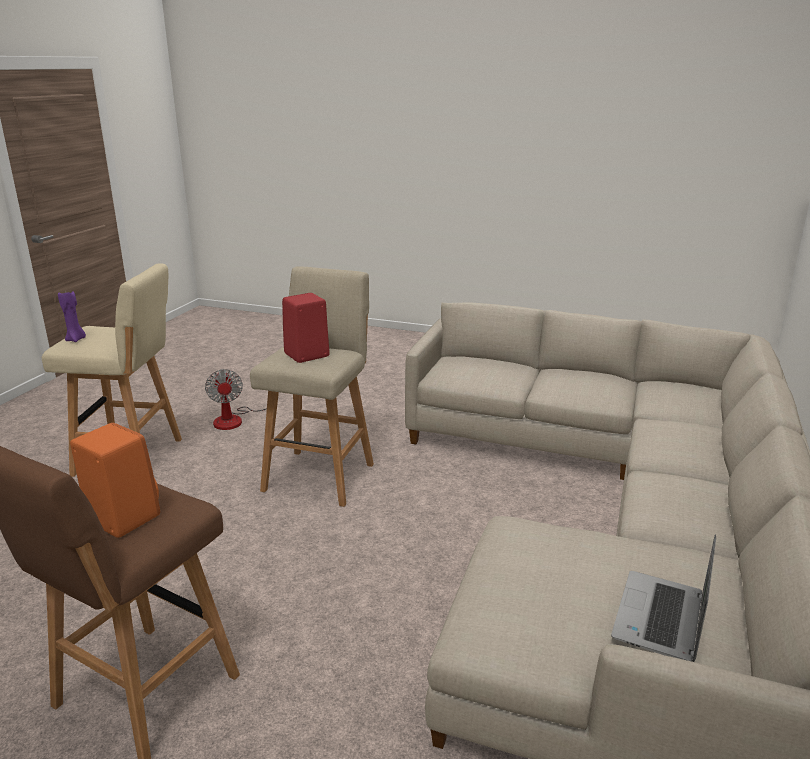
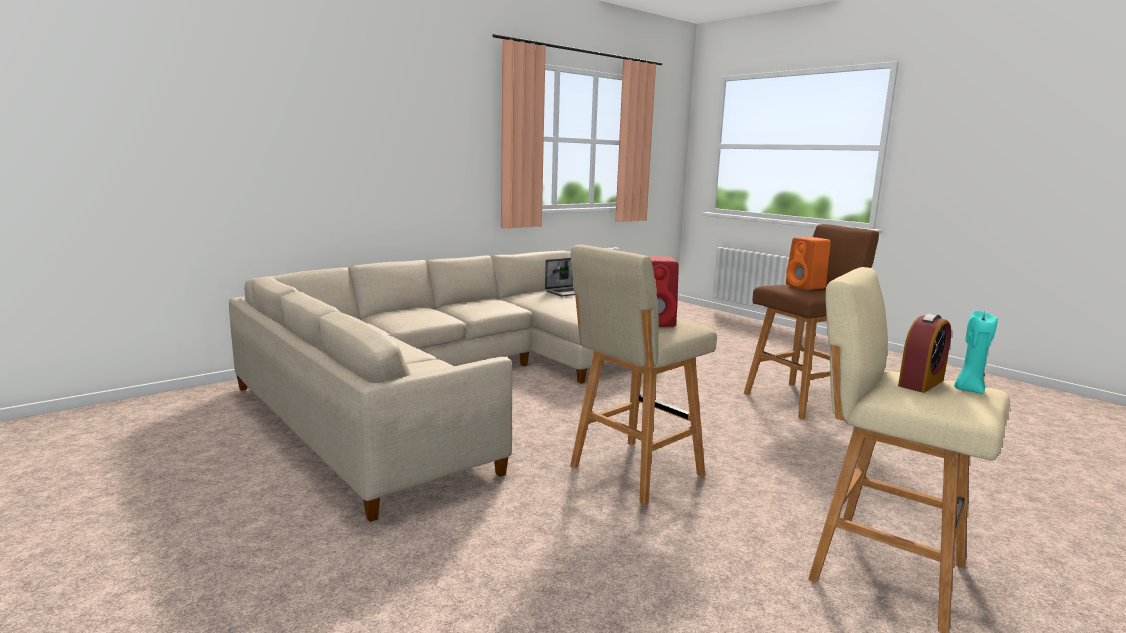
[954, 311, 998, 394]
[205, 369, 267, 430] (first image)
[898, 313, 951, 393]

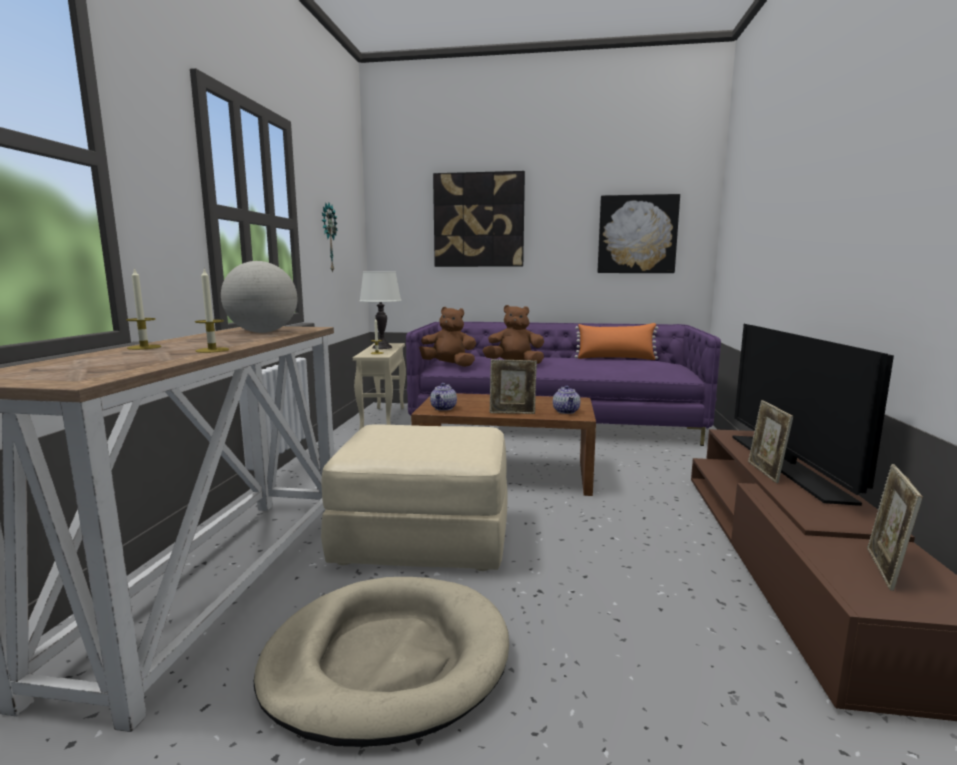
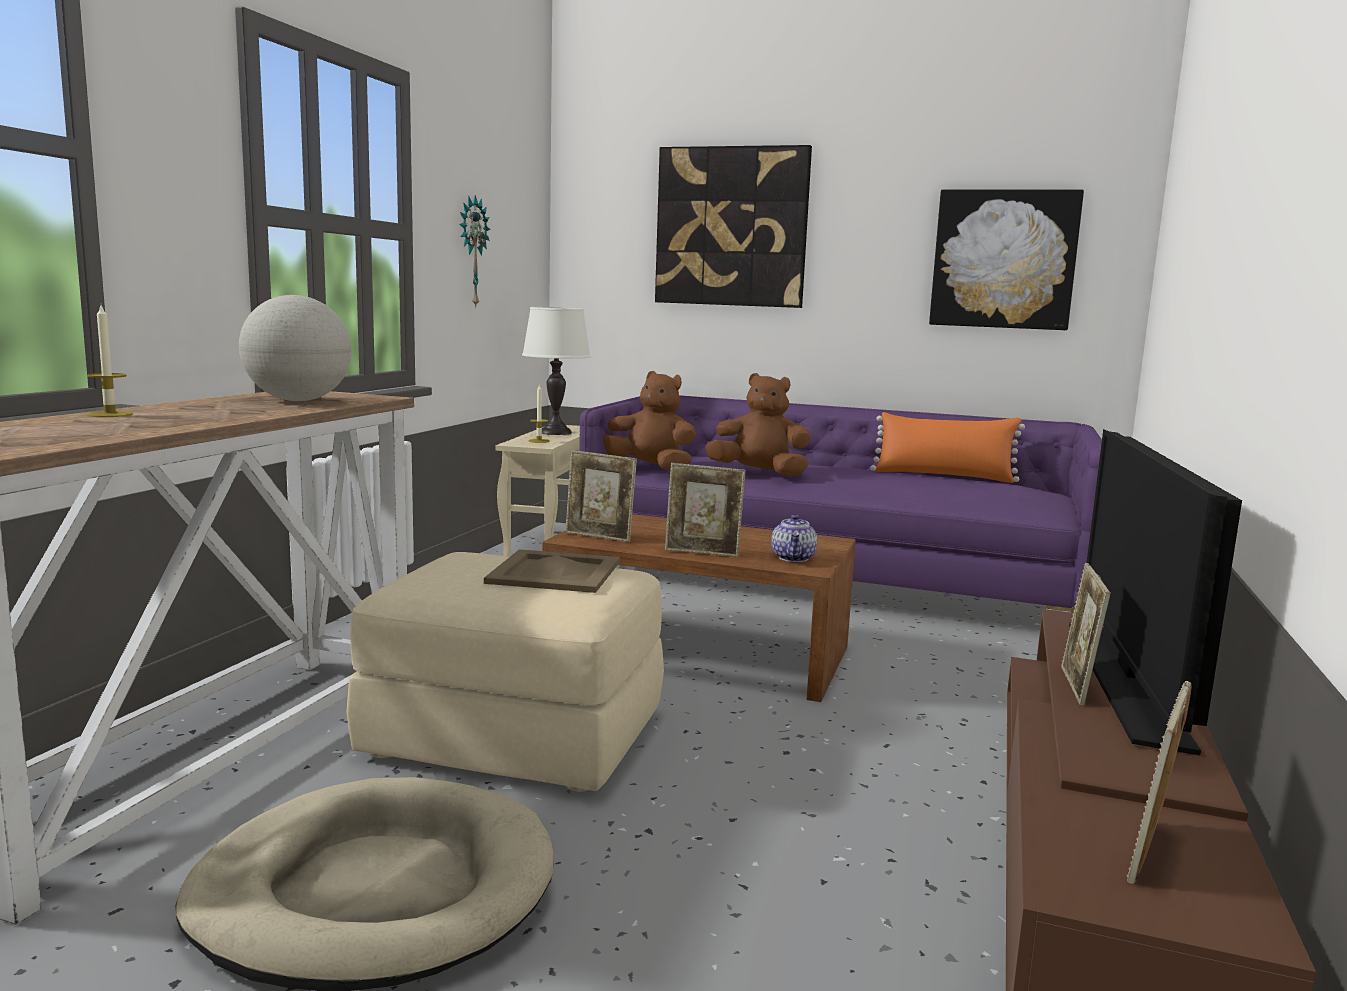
[195, 269, 229, 353] (first image)
[565, 450, 637, 542]
[484, 549, 620, 593]

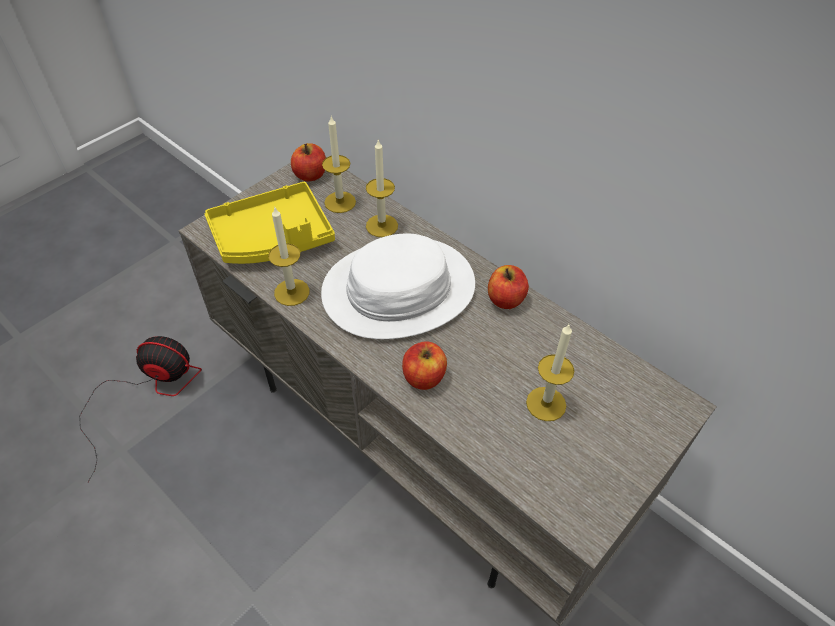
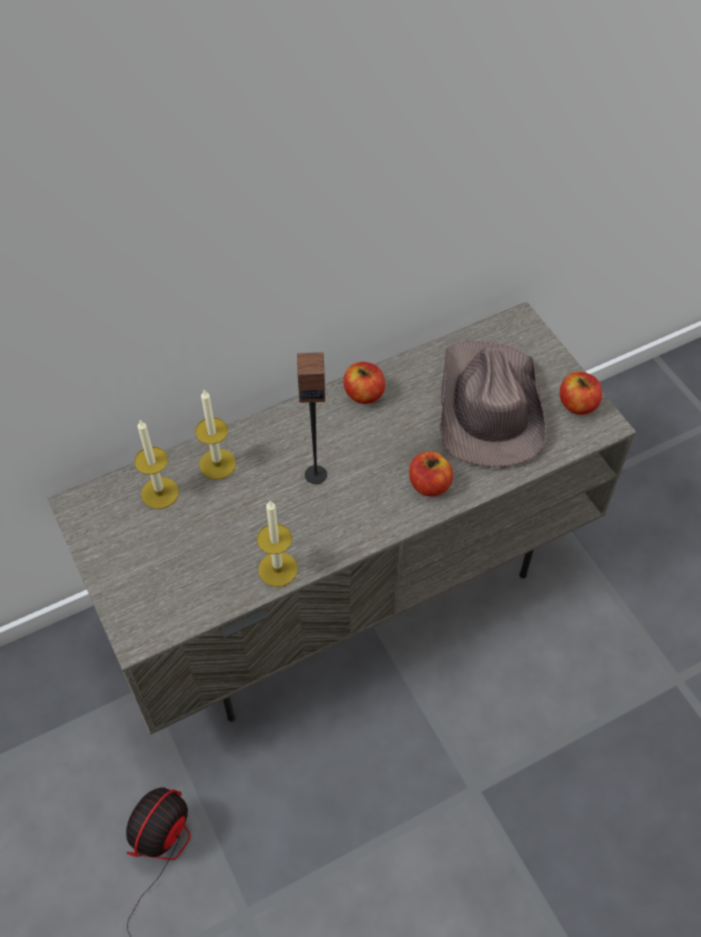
[205, 182, 335, 264] (first image)
[560, 371, 602, 415]
[297, 352, 327, 484]
[440, 341, 546, 468]

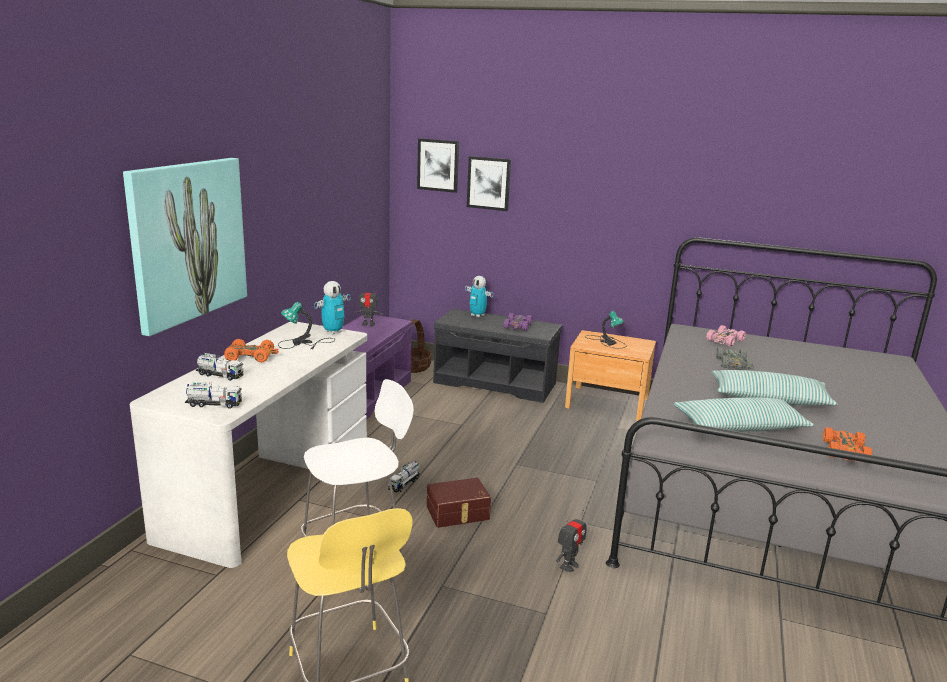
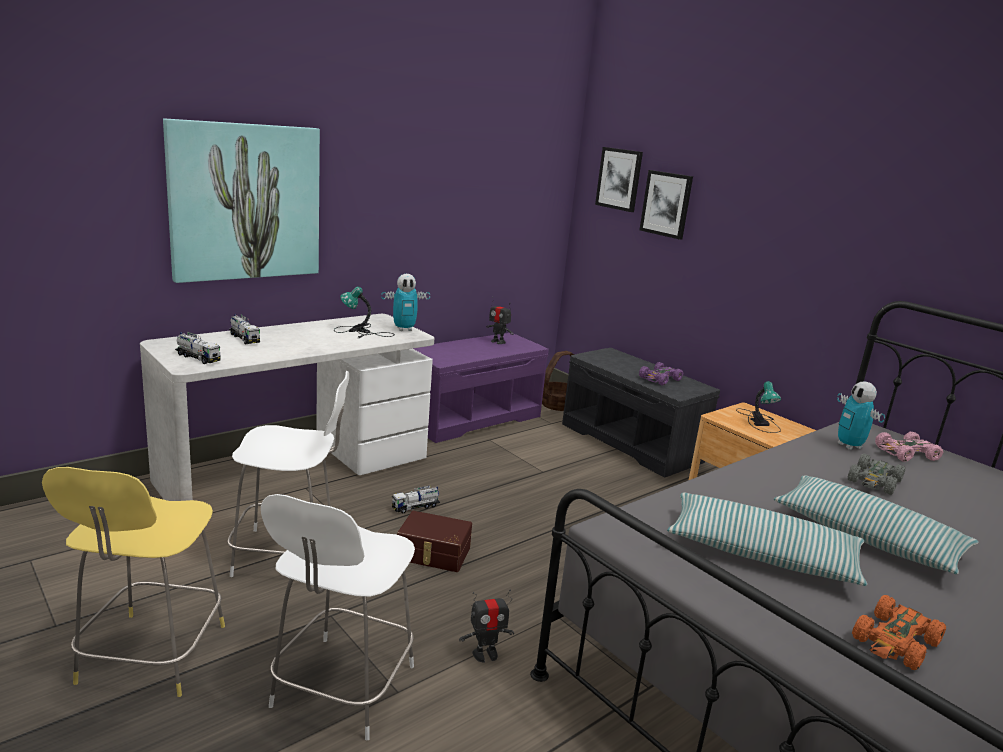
[224, 339, 279, 363] (first image)
[837, 381, 885, 450]
[261, 494, 415, 740]

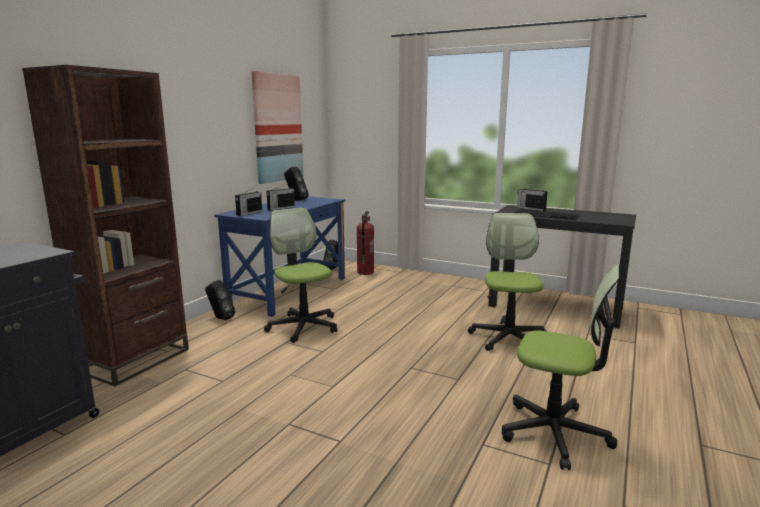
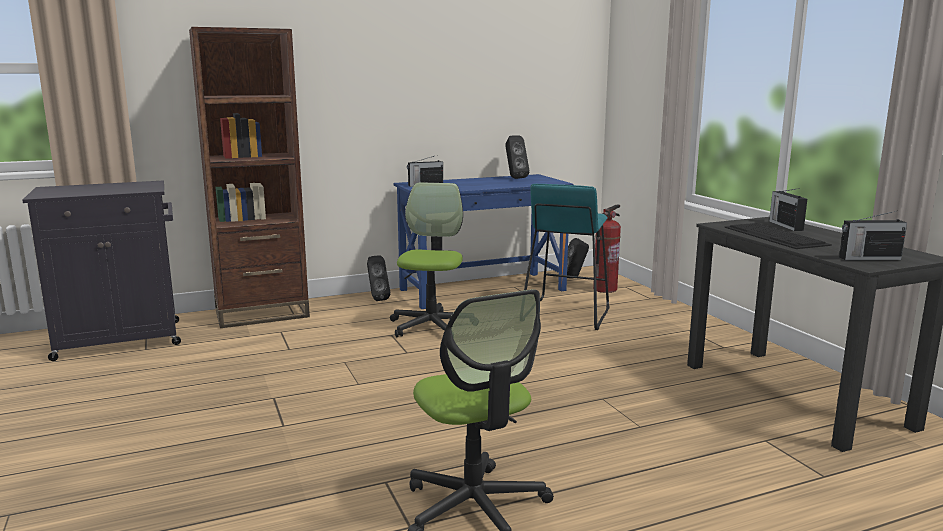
[251, 71, 303, 184] (first image)
[839, 211, 907, 260]
[468, 213, 546, 351] (first image)
[524, 184, 609, 330]

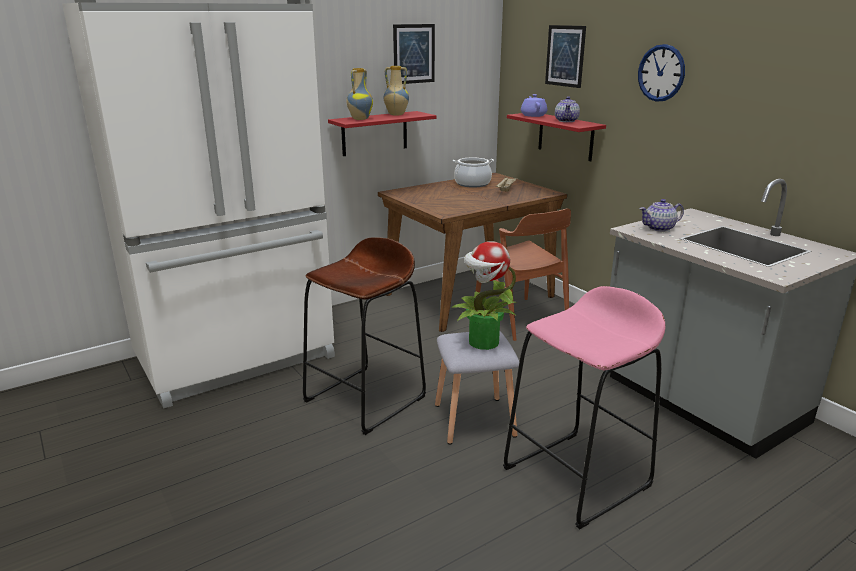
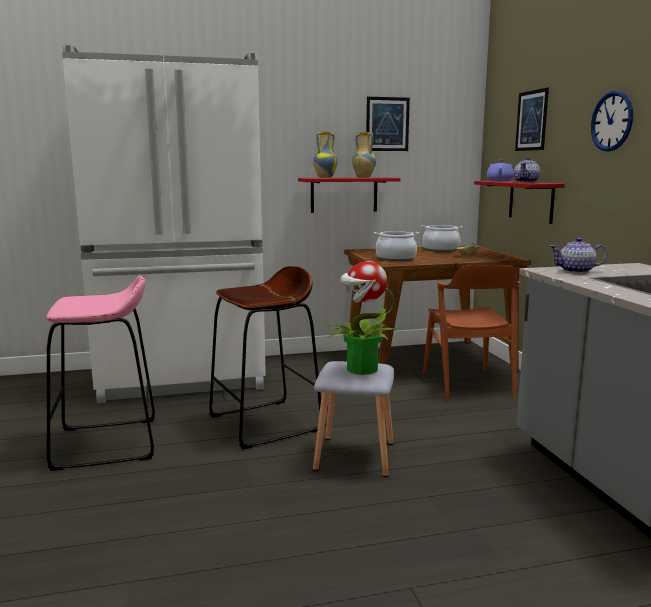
[46, 276, 155, 471]
[374, 231, 419, 261]

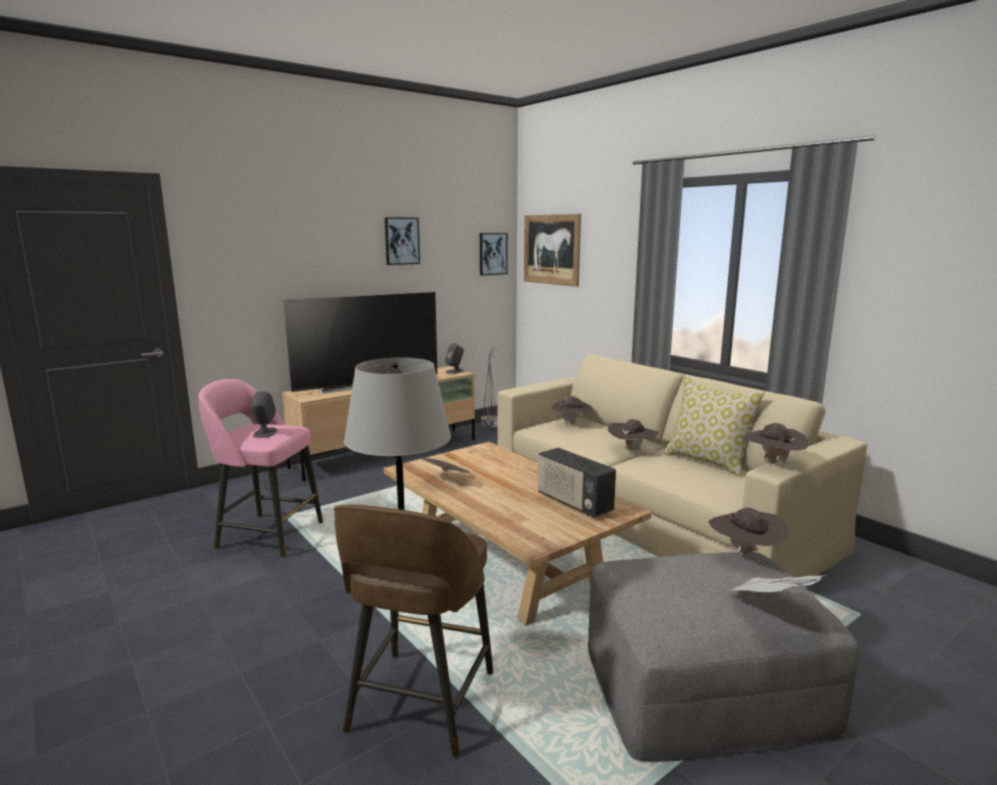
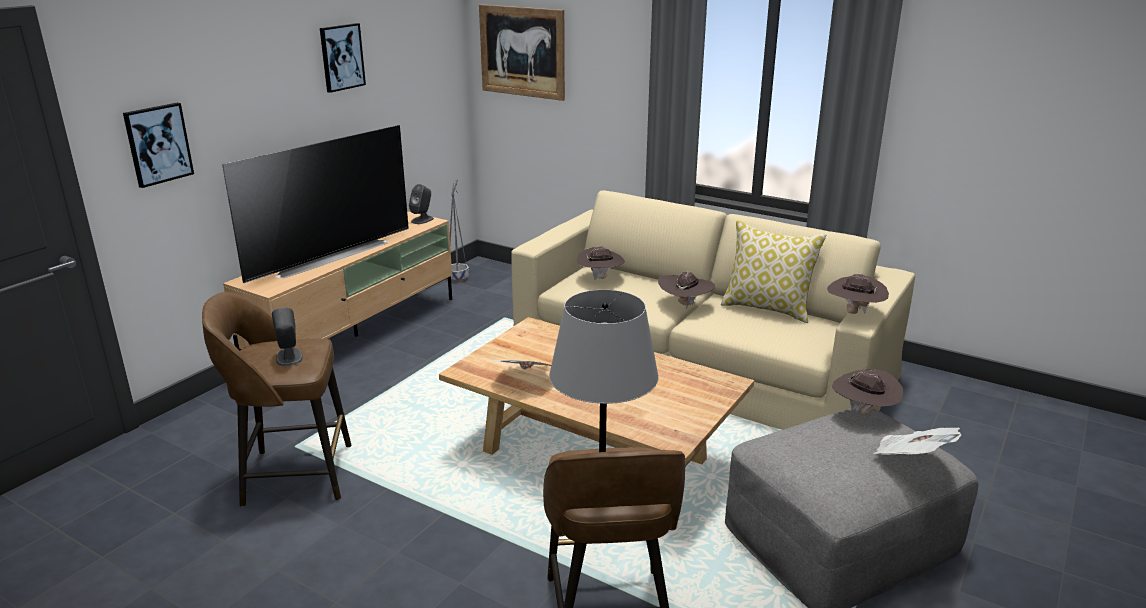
[202, 292, 352, 507]
[123, 103, 194, 188]
[537, 447, 616, 518] (first image)

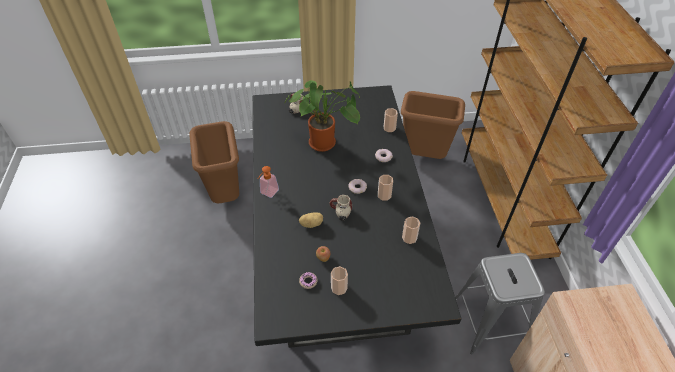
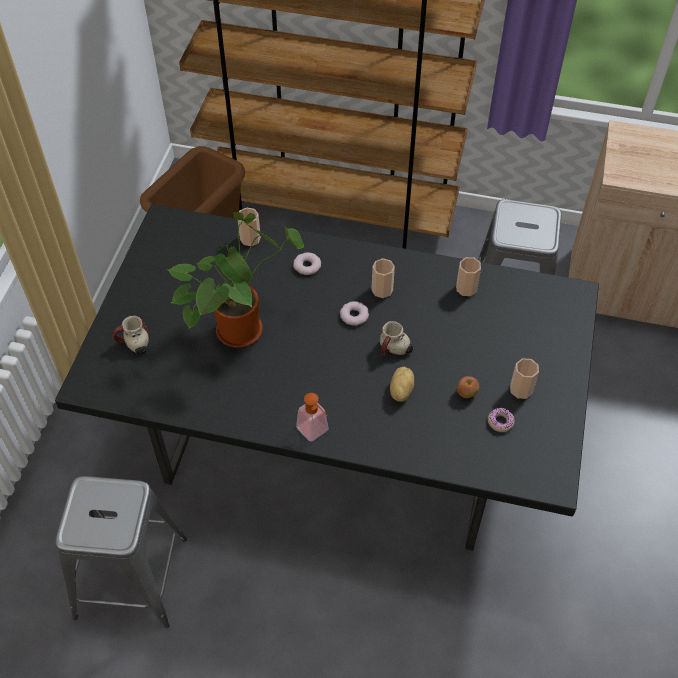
[55, 476, 187, 628]

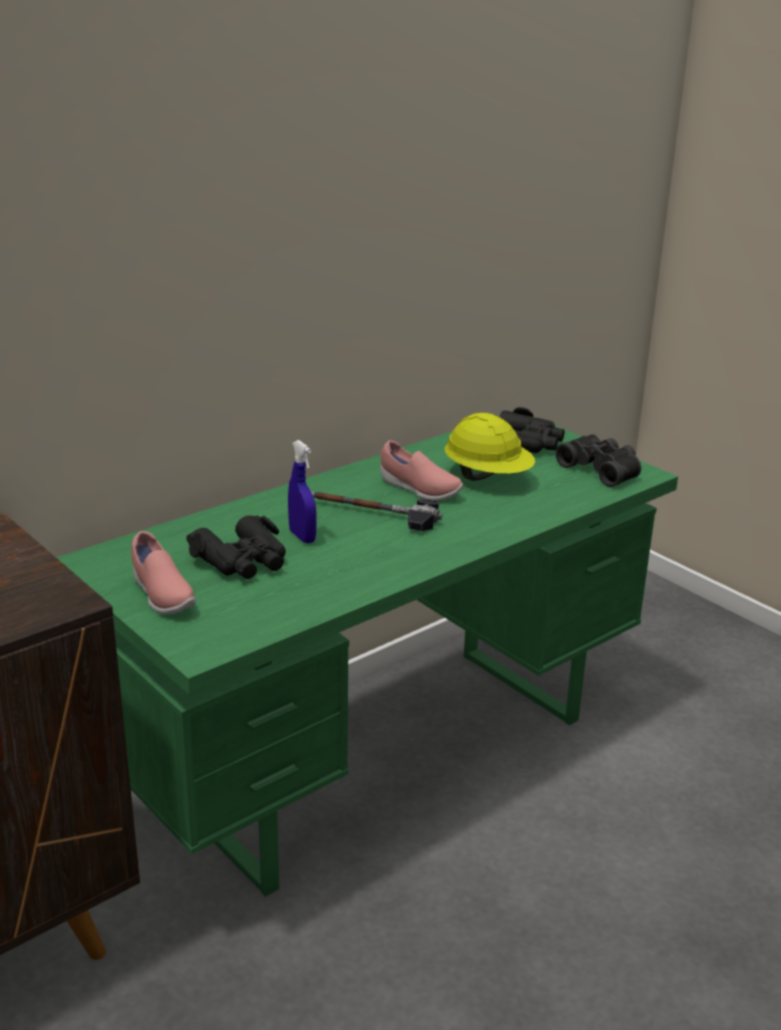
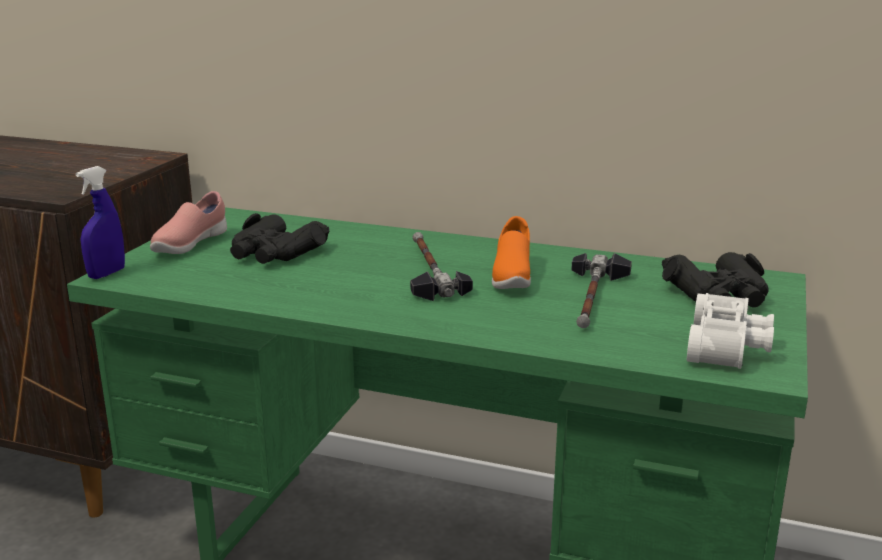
[76, 166, 125, 279]
[492, 216, 531, 289]
[571, 253, 632, 328]
[687, 293, 774, 369]

